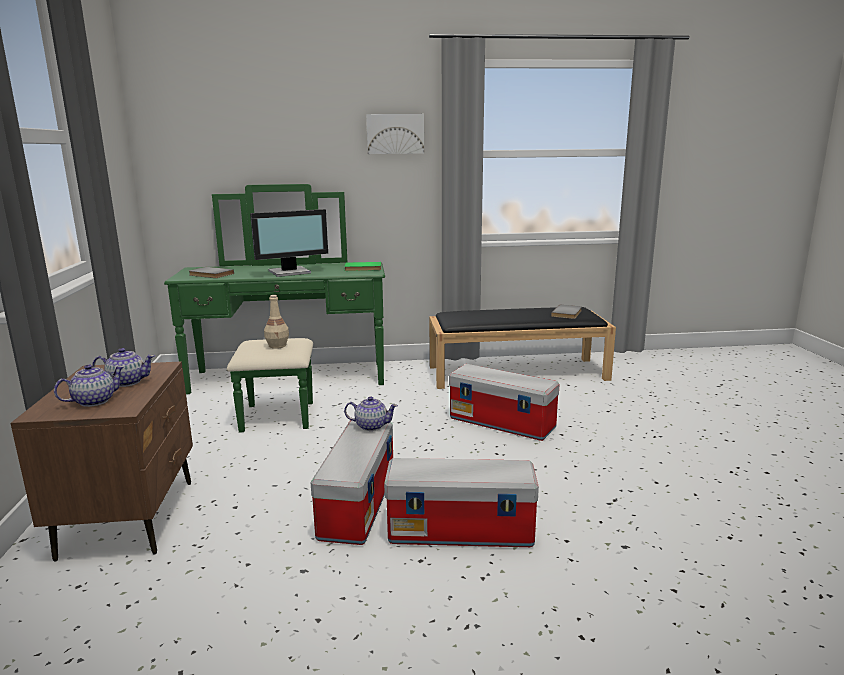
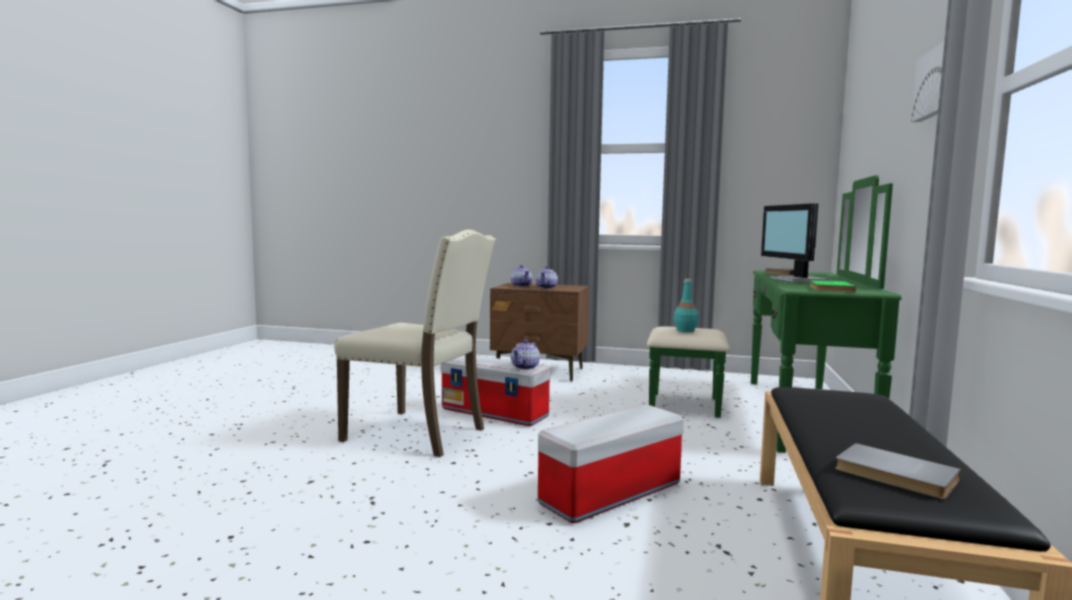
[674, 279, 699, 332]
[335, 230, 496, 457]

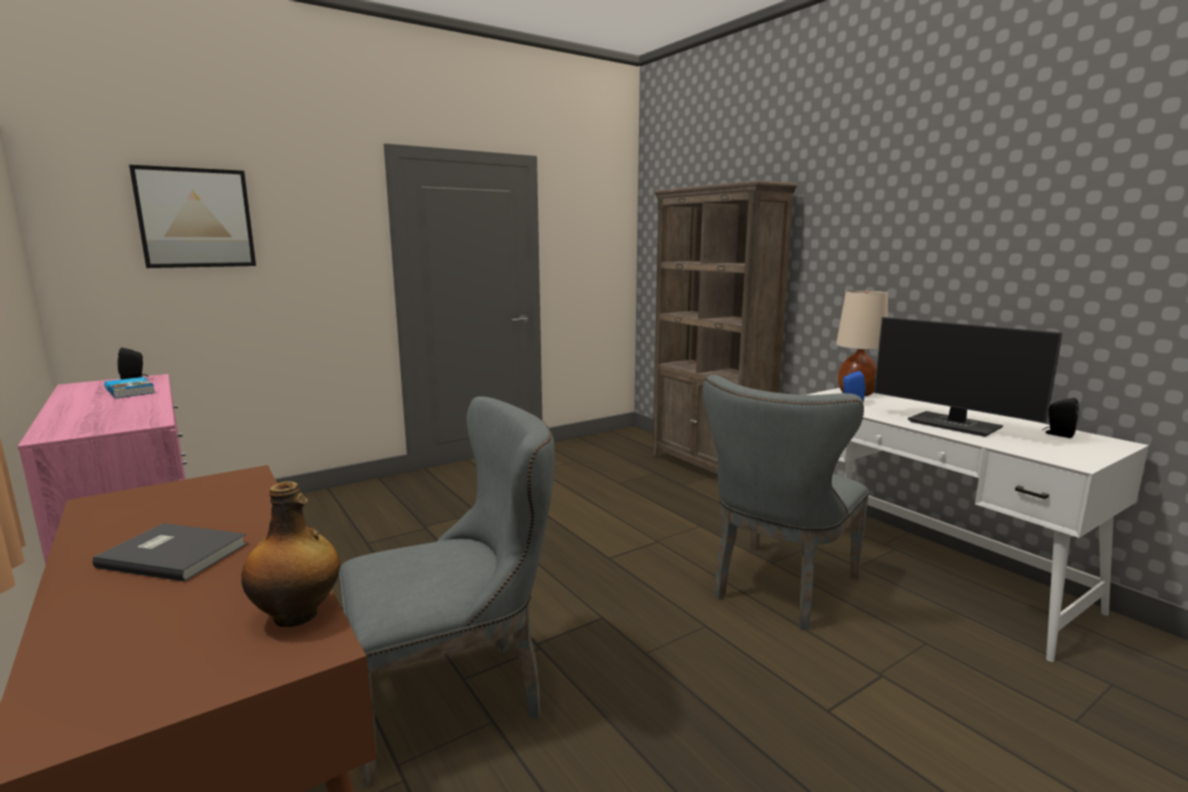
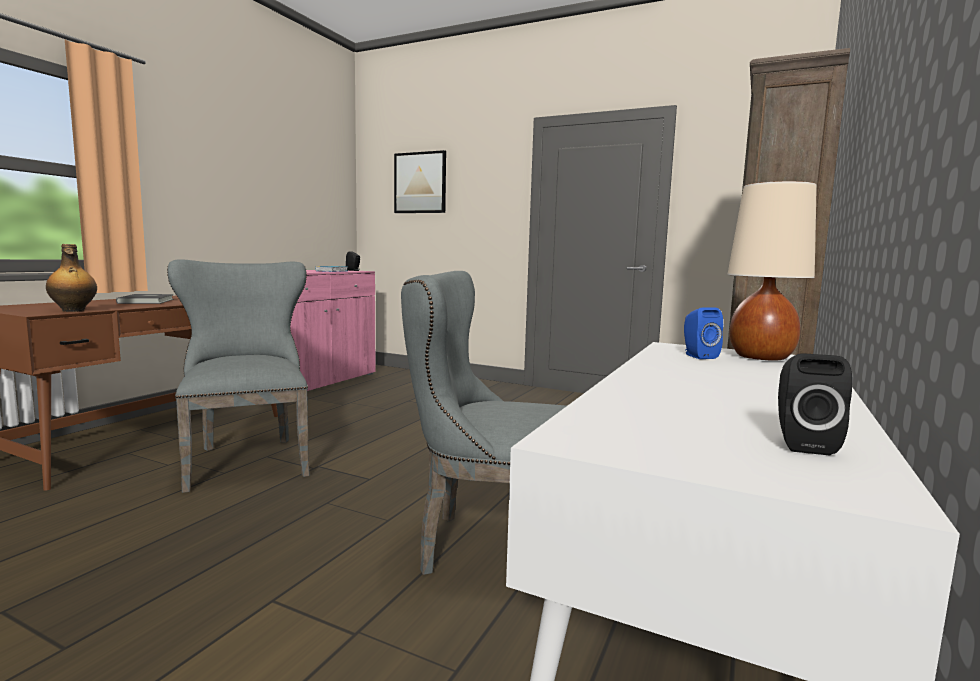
[167, 259, 310, 493]
[874, 317, 1062, 437] (first image)

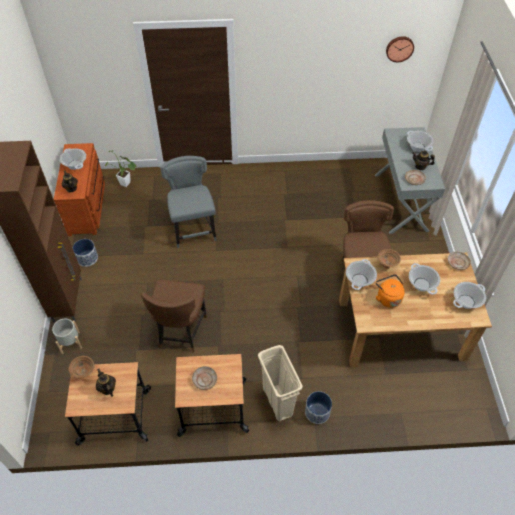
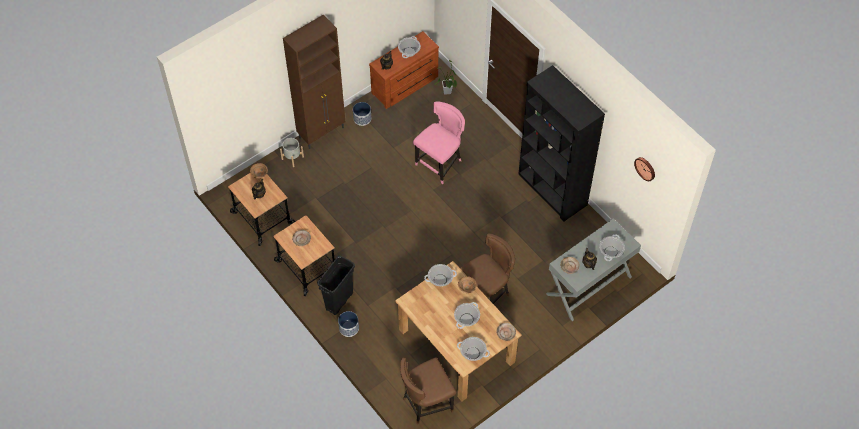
[400, 357, 456, 425]
[413, 102, 465, 184]
[317, 256, 355, 315]
[376, 274, 405, 308] (first image)
[518, 65, 605, 221]

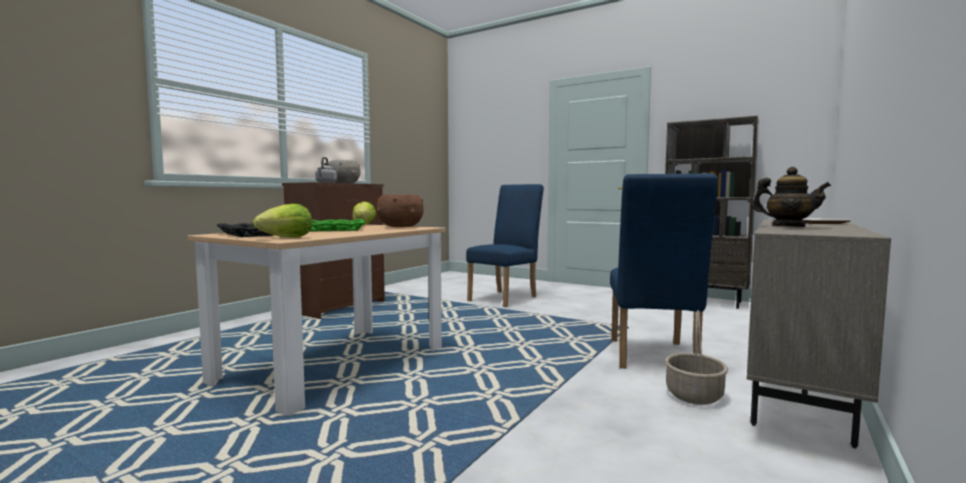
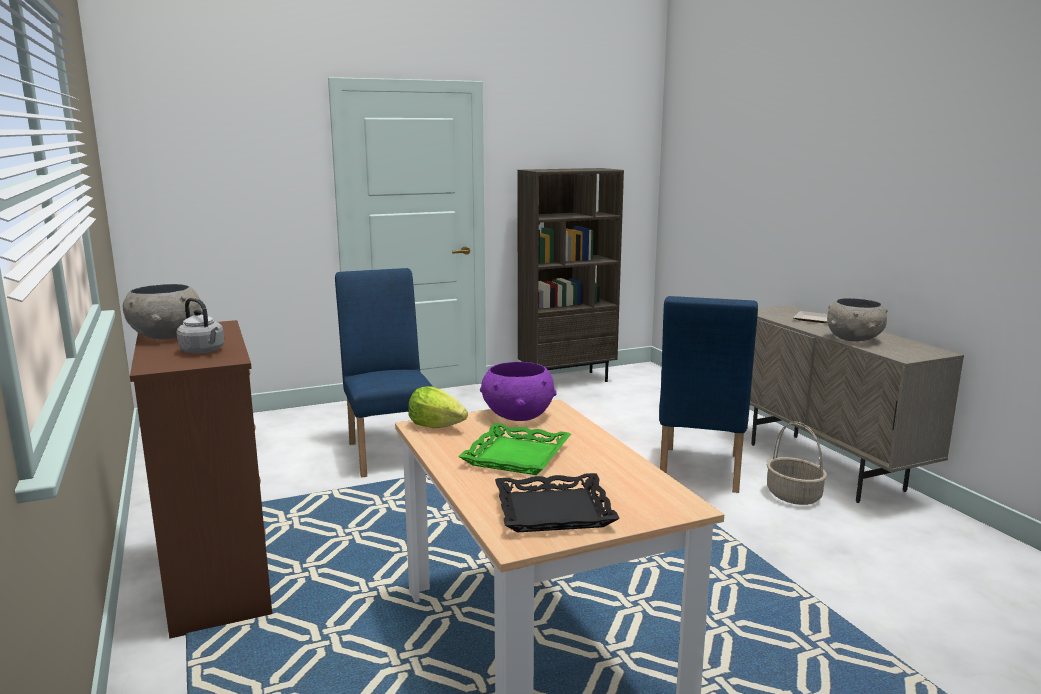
[253, 204, 312, 238] (first image)
[480, 362, 557, 421]
[659, 296, 758, 493]
[827, 298, 887, 342]

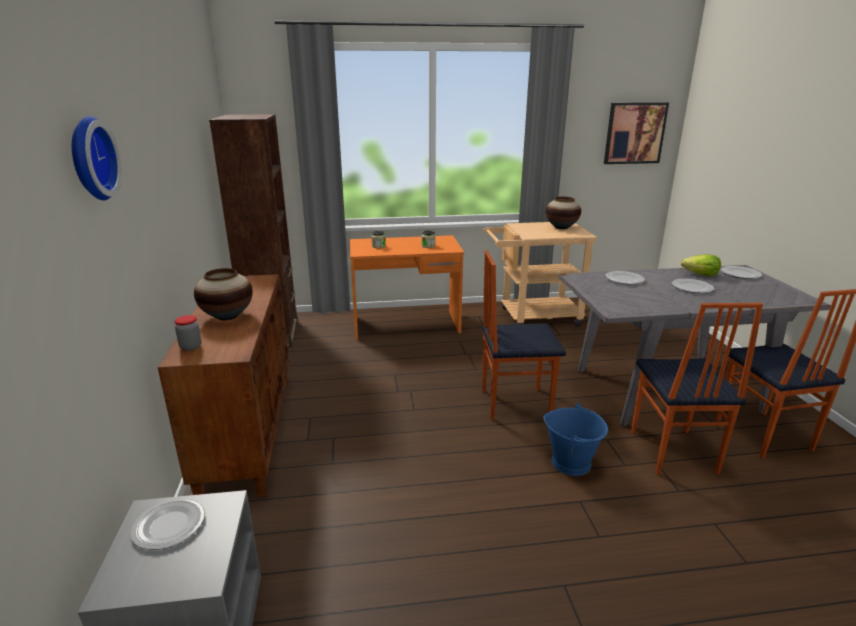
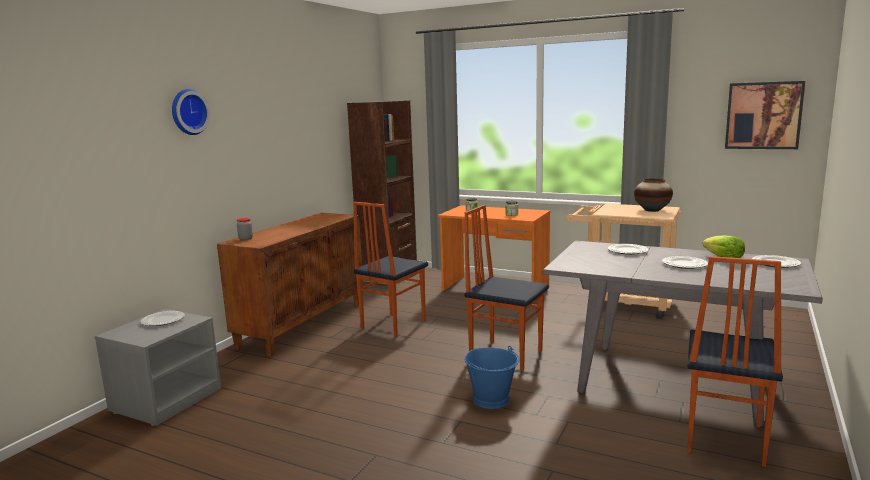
[194, 268, 253, 321] (first image)
[353, 202, 428, 337]

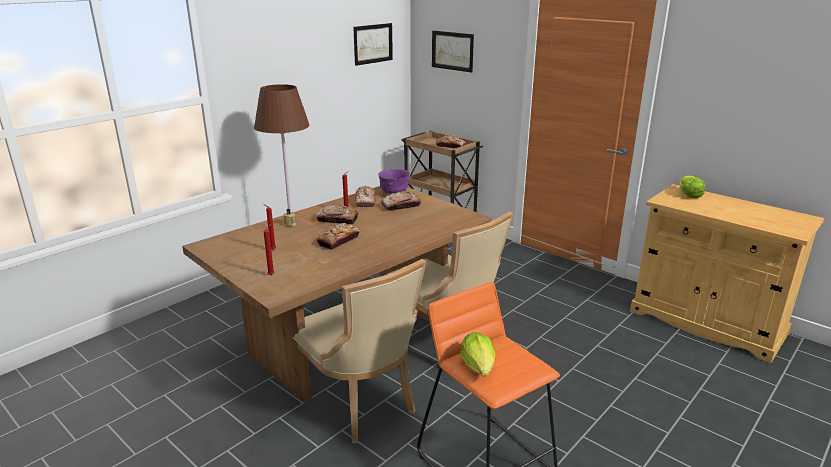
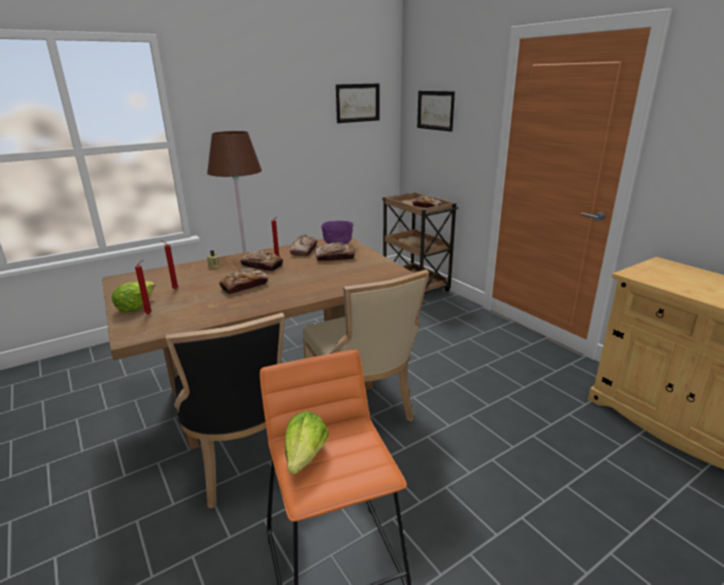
[166, 313, 285, 508]
[112, 281, 155, 312]

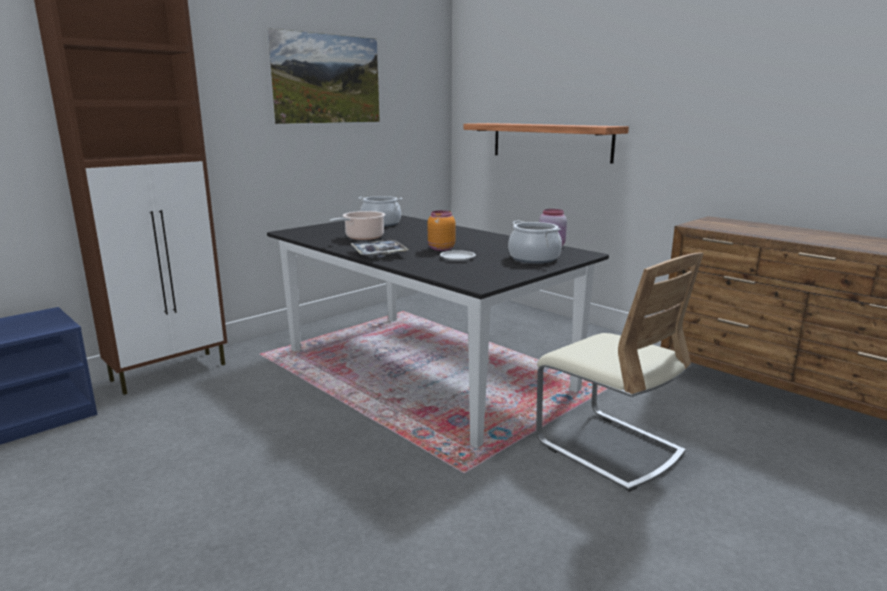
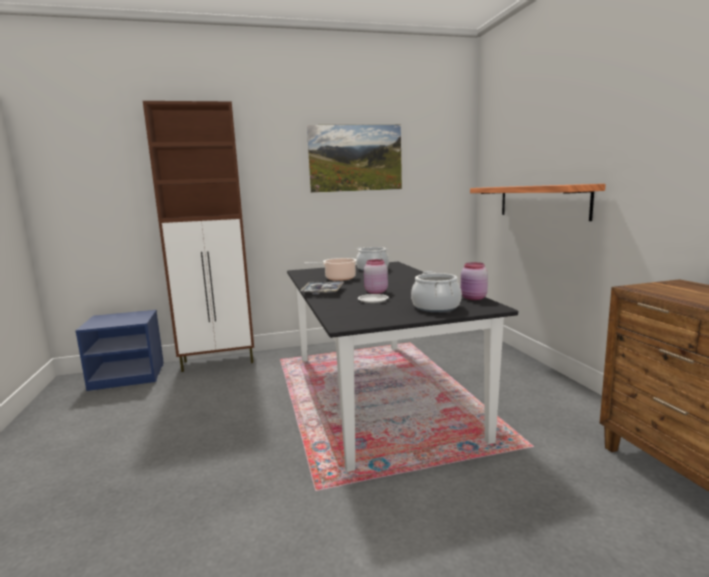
[364, 259, 388, 294]
[536, 252, 704, 492] (first image)

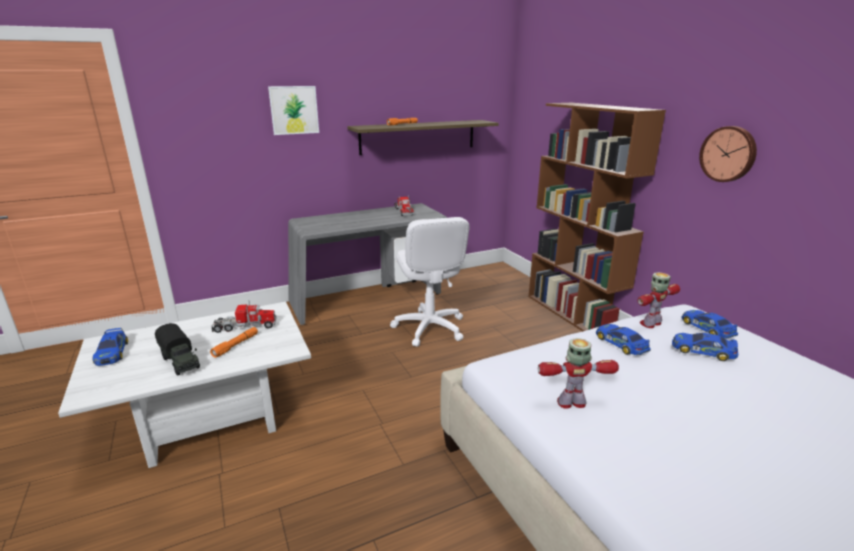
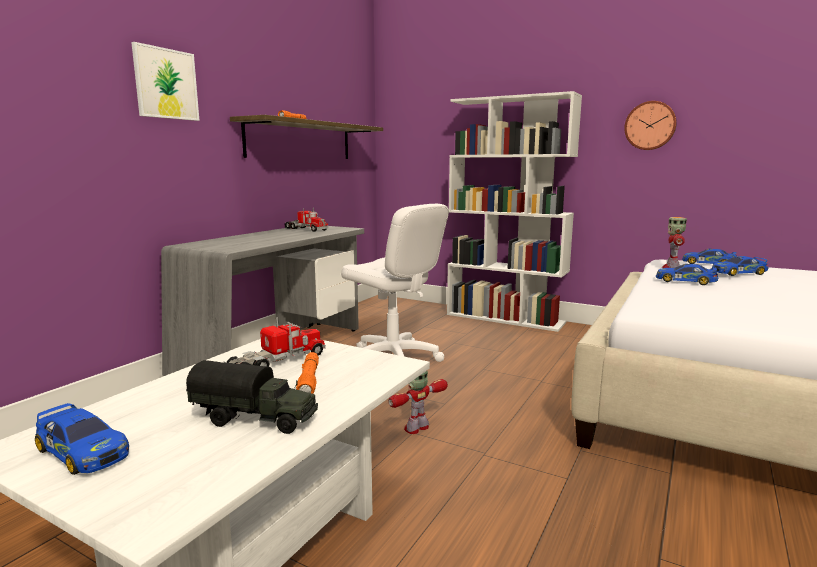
[447, 91, 582, 332]
[388, 371, 448, 434]

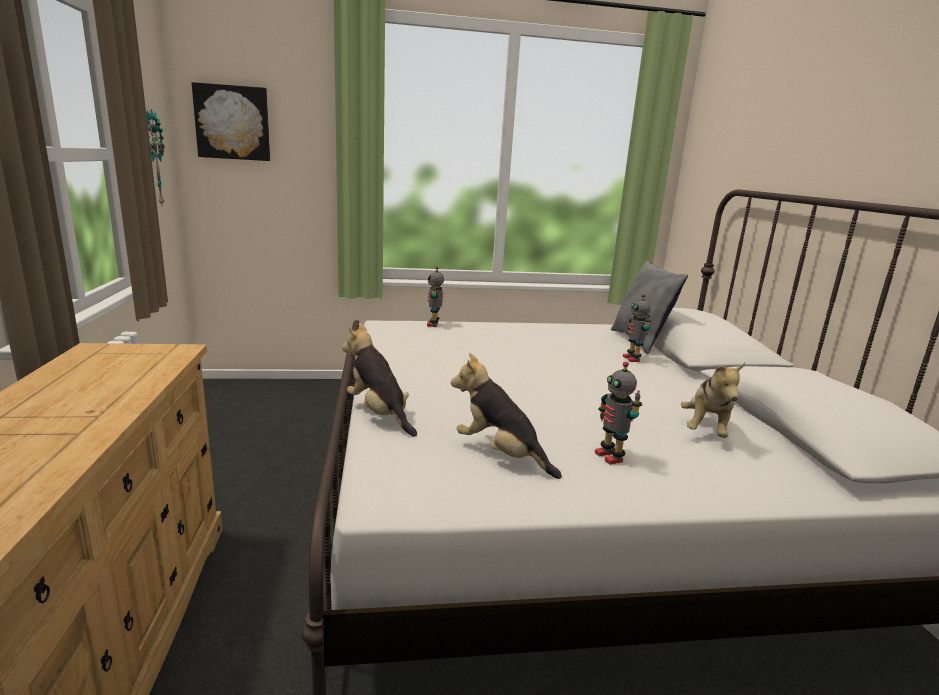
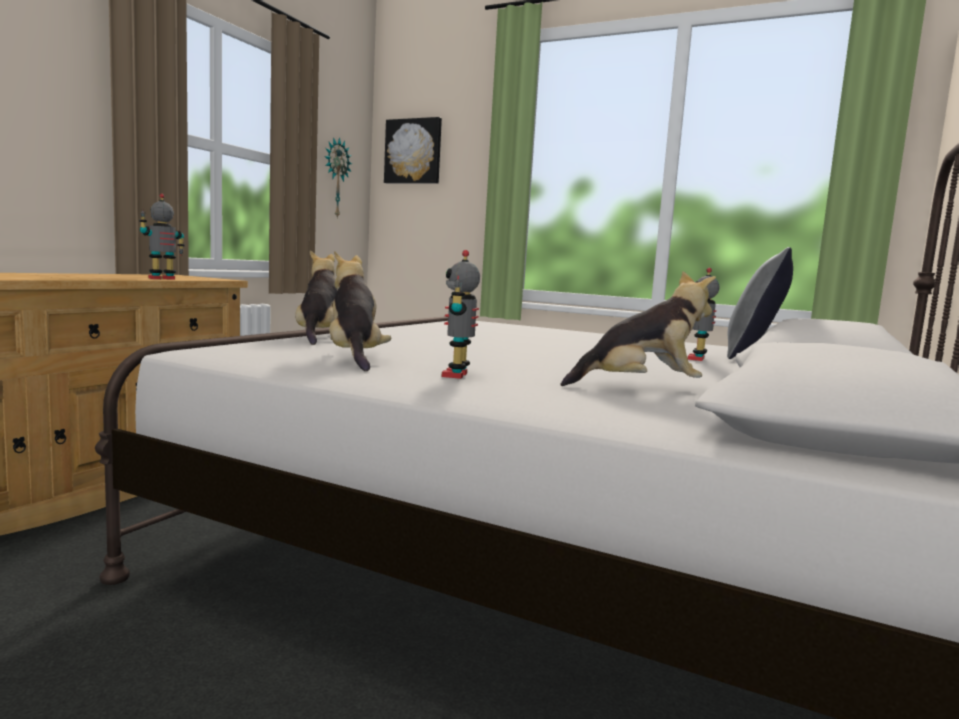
[139, 194, 185, 280]
[561, 271, 716, 386]

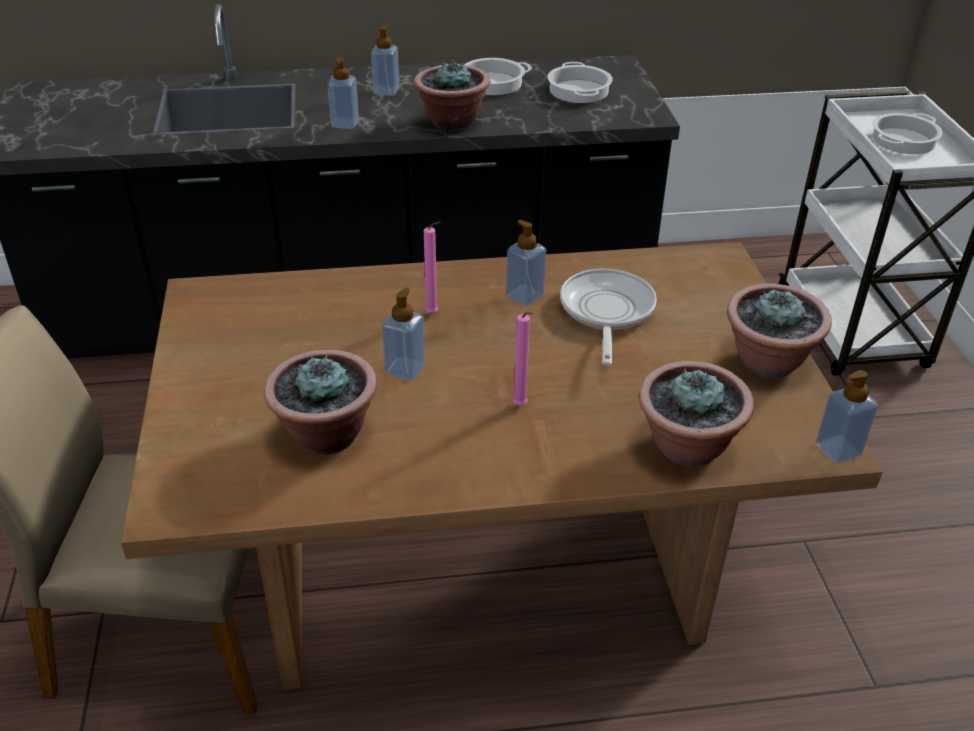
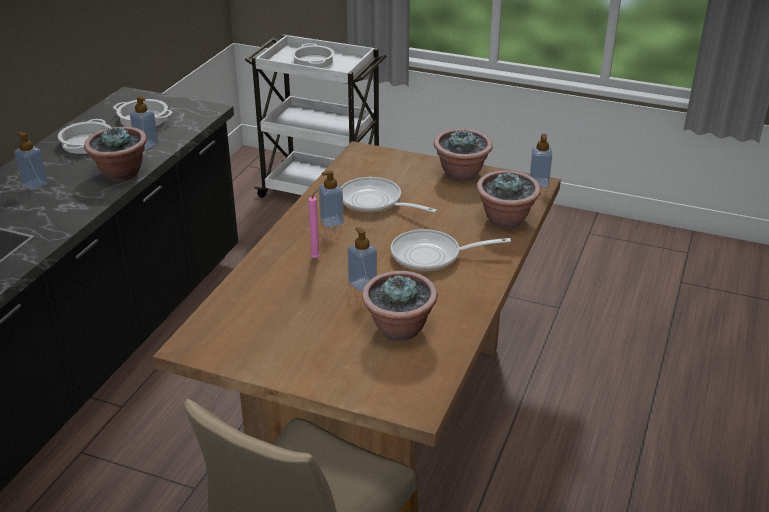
[130, 96, 159, 150]
[391, 229, 511, 271]

